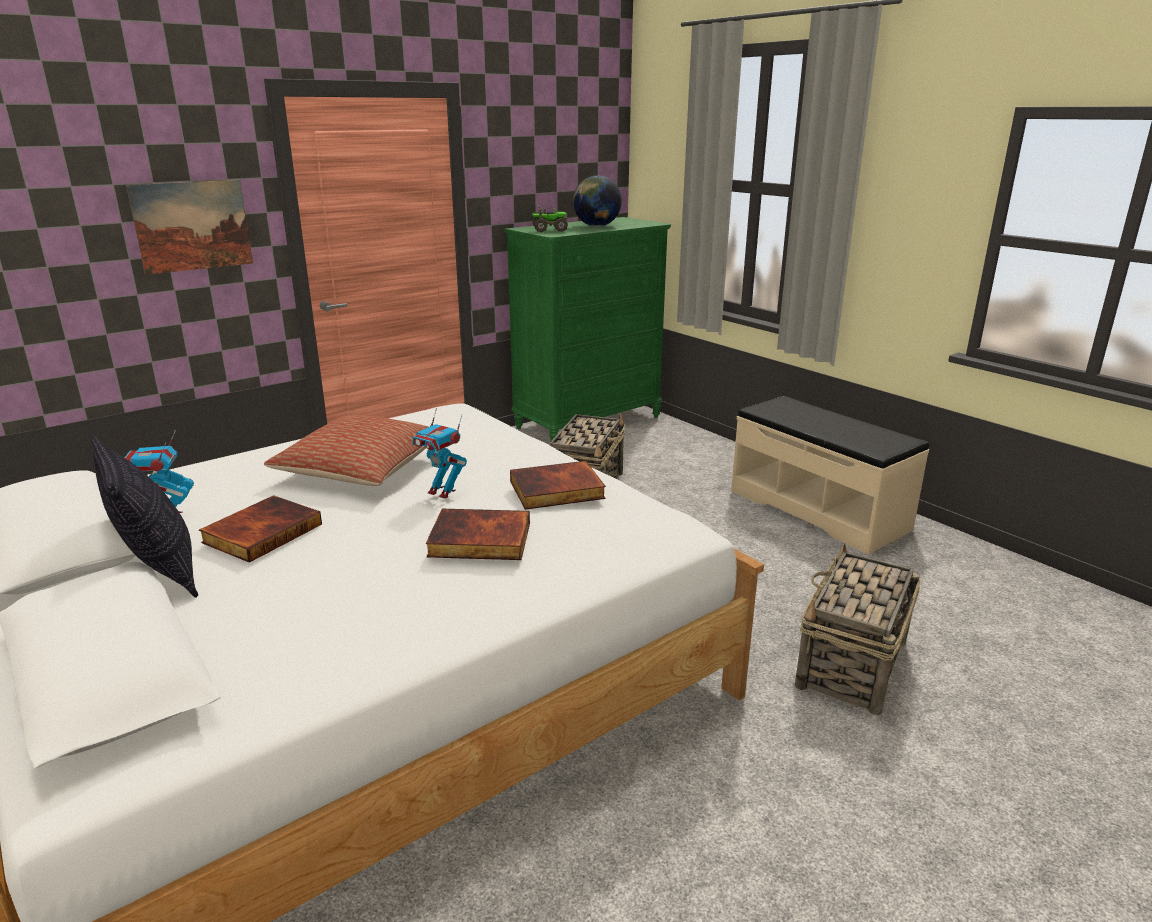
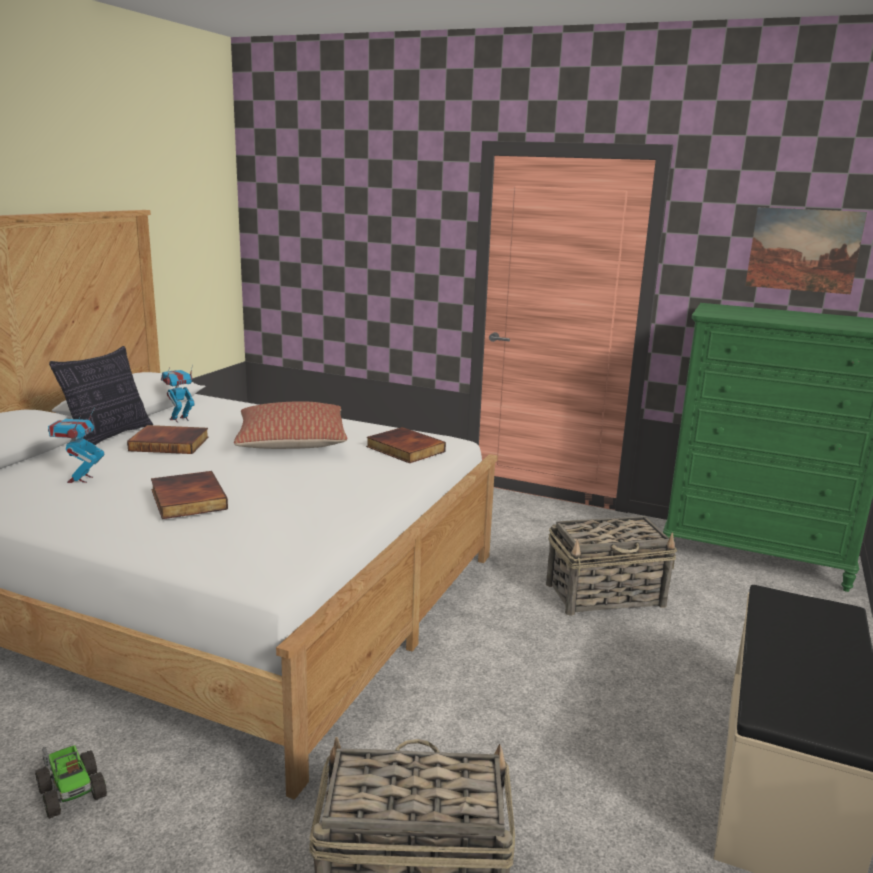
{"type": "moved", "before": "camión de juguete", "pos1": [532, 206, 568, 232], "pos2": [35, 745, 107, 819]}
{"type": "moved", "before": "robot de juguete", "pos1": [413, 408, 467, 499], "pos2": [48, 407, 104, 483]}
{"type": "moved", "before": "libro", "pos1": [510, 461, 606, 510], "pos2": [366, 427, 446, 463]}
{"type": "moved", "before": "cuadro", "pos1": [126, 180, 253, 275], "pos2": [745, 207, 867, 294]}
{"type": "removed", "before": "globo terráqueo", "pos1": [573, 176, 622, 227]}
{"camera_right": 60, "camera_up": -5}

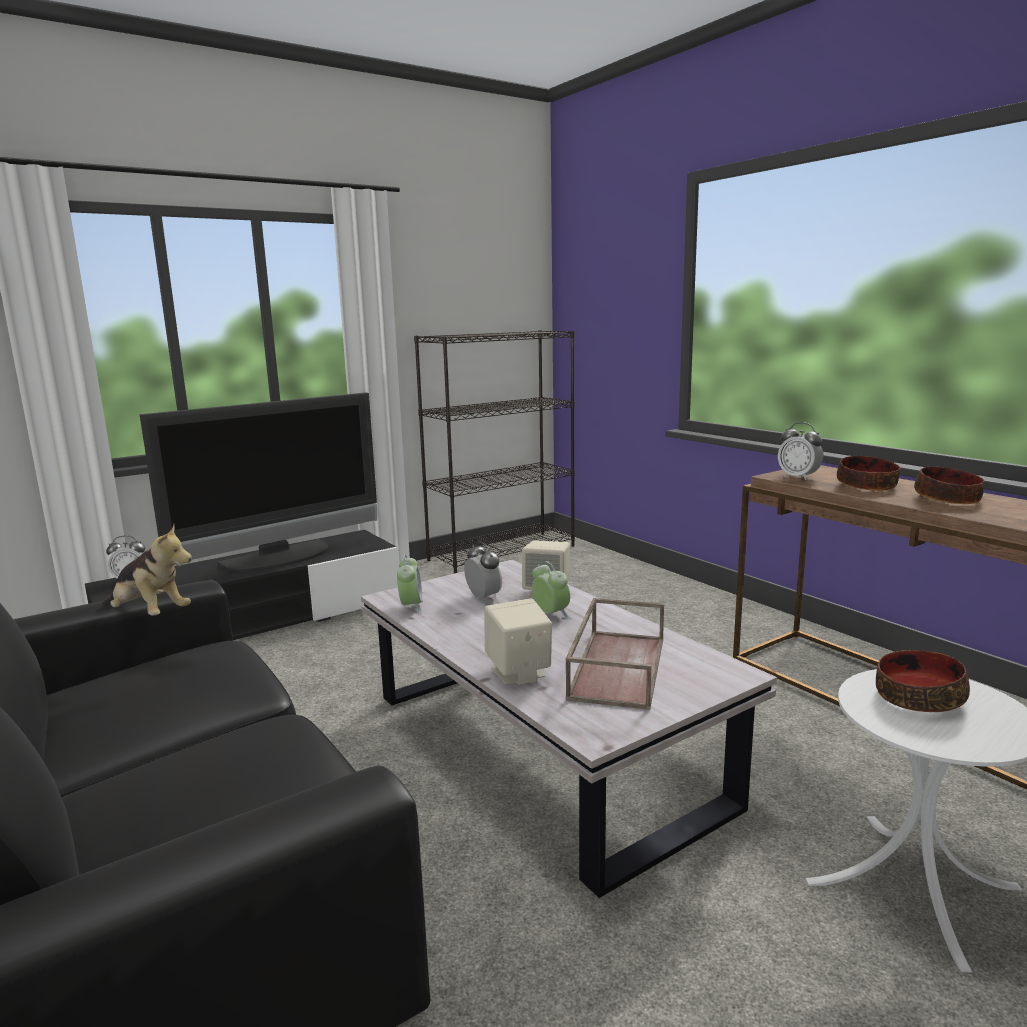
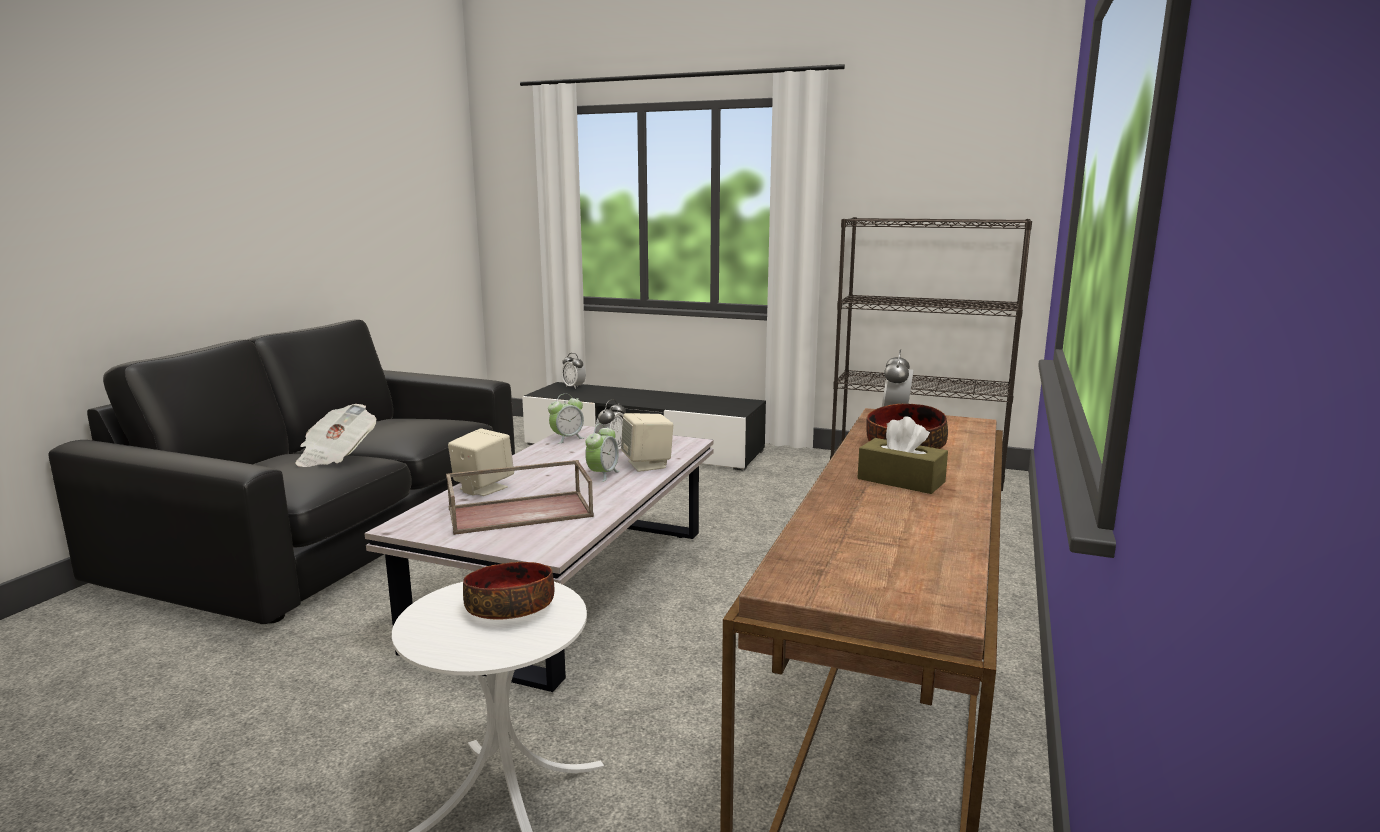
{"type": "added", "after": "periódico", "pos2": [295, 404, 376, 467]}
{"type": "replaced", "before": "cuenco", "after": "caja de pañuelos/marrón", "pos1": [914, 467, 985, 504], "pos2": [858, 416, 948, 494]}
{"type": "removed", "before": "peluche", "pos1": [102, 525, 192, 616]}
{"type": "removed", "before": "televisor", "pos1": [139, 393, 377, 571]}
{"camera_right": 55, "camera_up": 0}

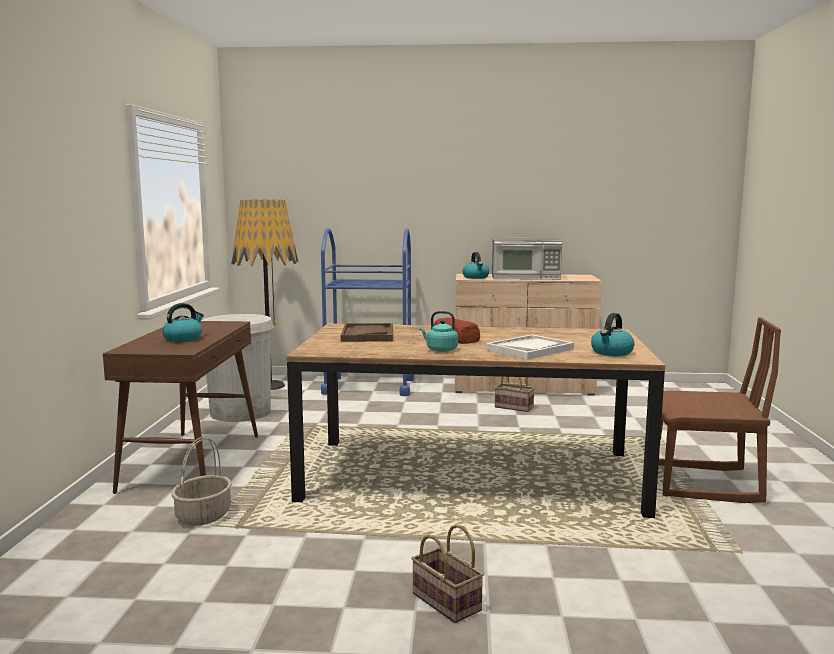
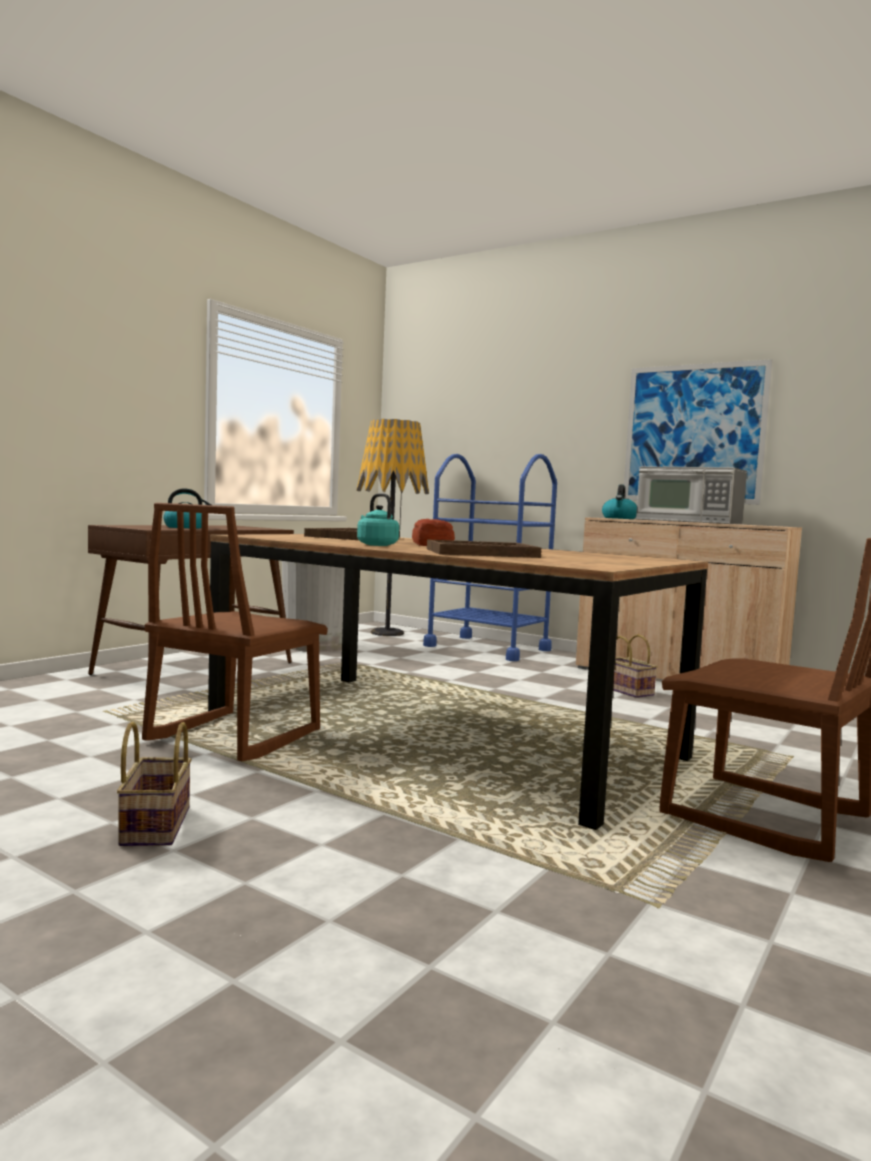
{"type": "added", "after": "silla/marrón", "pos2": [142, 503, 328, 761]}
{"type": "recoloured", "before": "bandeja/blanco", "after": "bandeja/marrón", "pos1": [486, 334, 574, 360], "pos2": [427, 540, 541, 558]}
{"type": "added", "after": "cuadro", "pos2": [624, 359, 773, 505]}
{"type": "removed", "before": "cesta", "pos1": [171, 437, 232, 526]}
{"type": "removed", "before": "hervidor", "pos1": [591, 313, 635, 356]}
{"camera_right": 30, "camera_up": -5}

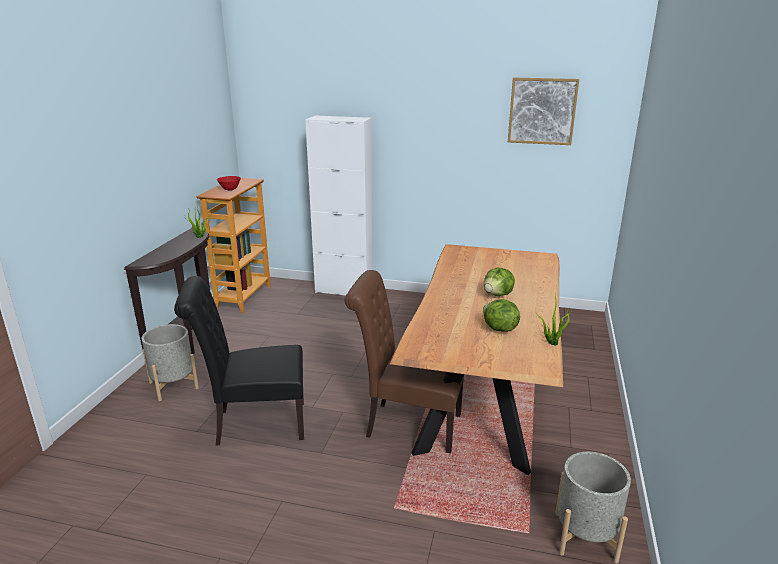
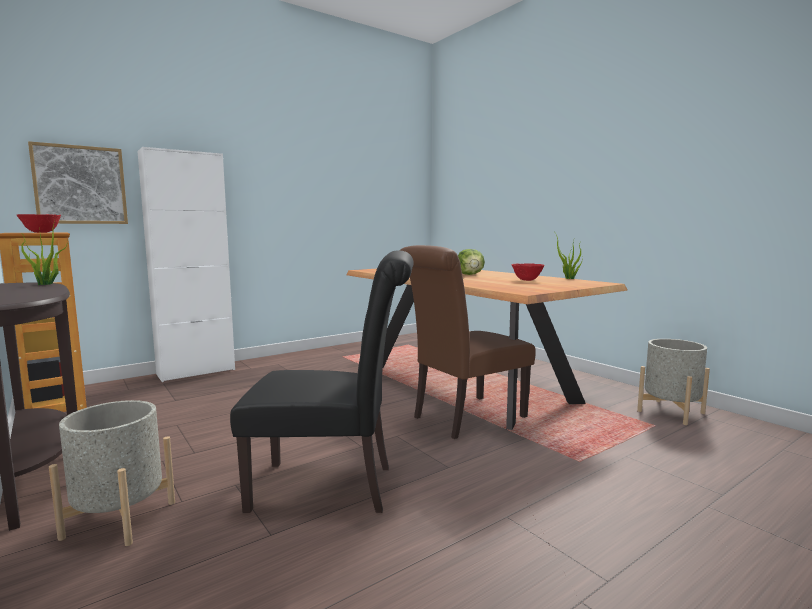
{"type": "moved", "before": "cuadro", "pos1": [508, 78, 579, 145], "pos2": [28, 141, 128, 224]}
{"type": "turned", "before": "silla/negro", "pos1": [174, 276, 304, 446], "pos2": [230, 250, 414, 513], "turn": -120}
{"type": "replaced", "before": "lechuga", "after": "cuenco/rojo", "pos1": [483, 299, 520, 332], "pos2": [512, 263, 545, 281]}
{"camera_right": -50, "camera_up": -15}

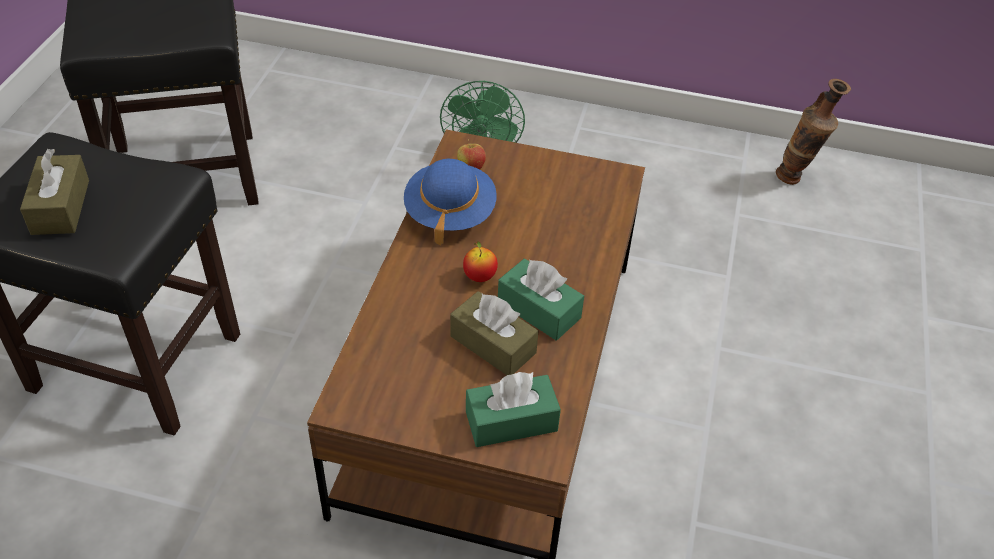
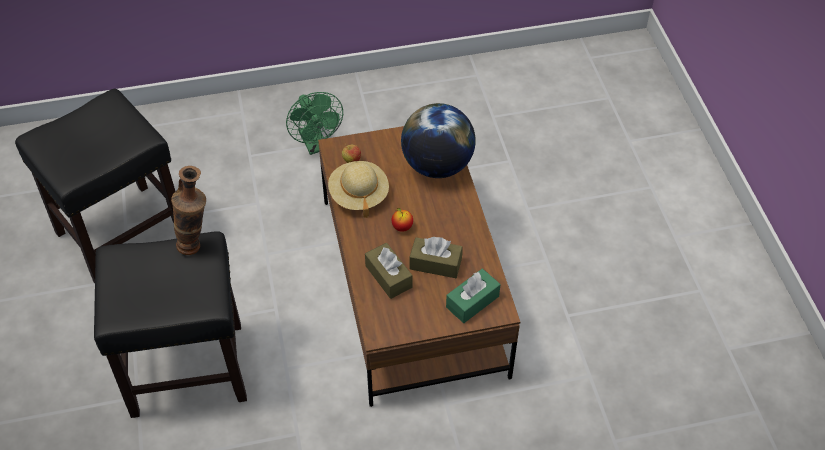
{"type": "moved", "before": "florero", "pos1": [776, 79, 851, 185], "pos2": [171, 166, 206, 255]}
{"type": "recoloured", "before": "sombrero/azul", "after": "sombrero/beis", "pos1": [404, 159, 497, 245], "pos2": [328, 161, 389, 218]}
{"type": "moved", "before": "caja de pañuelos/marrón", "pos1": [20, 149, 89, 235], "pos2": [365, 243, 412, 299]}
{"type": "added", "after": "globo terráqueo", "pos2": [401, 103, 476, 178]}
{"type": "removed", "before": "caja de pañuelos/verde", "pos1": [498, 258, 584, 340]}
{"camera_right": -25, "camera_up": 5}

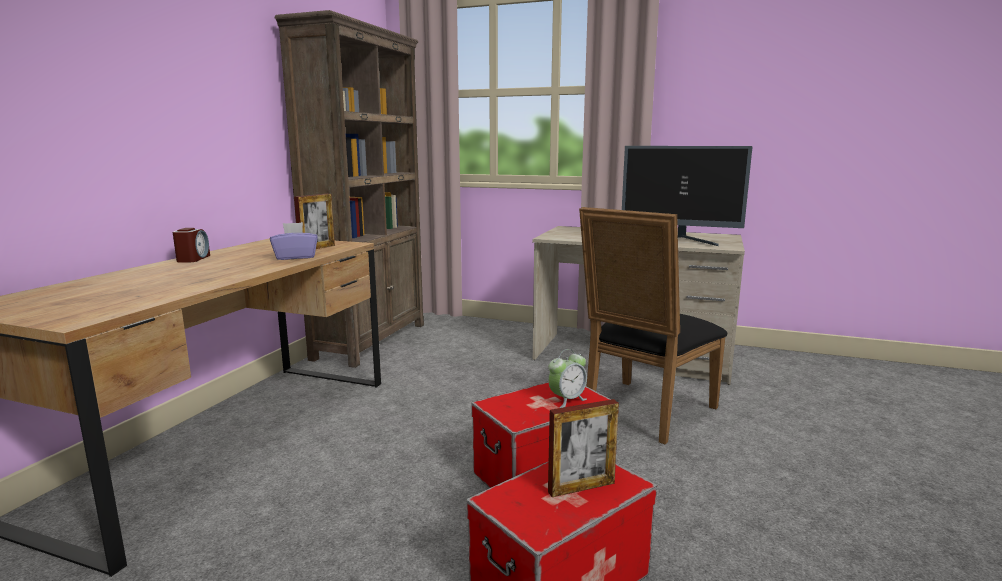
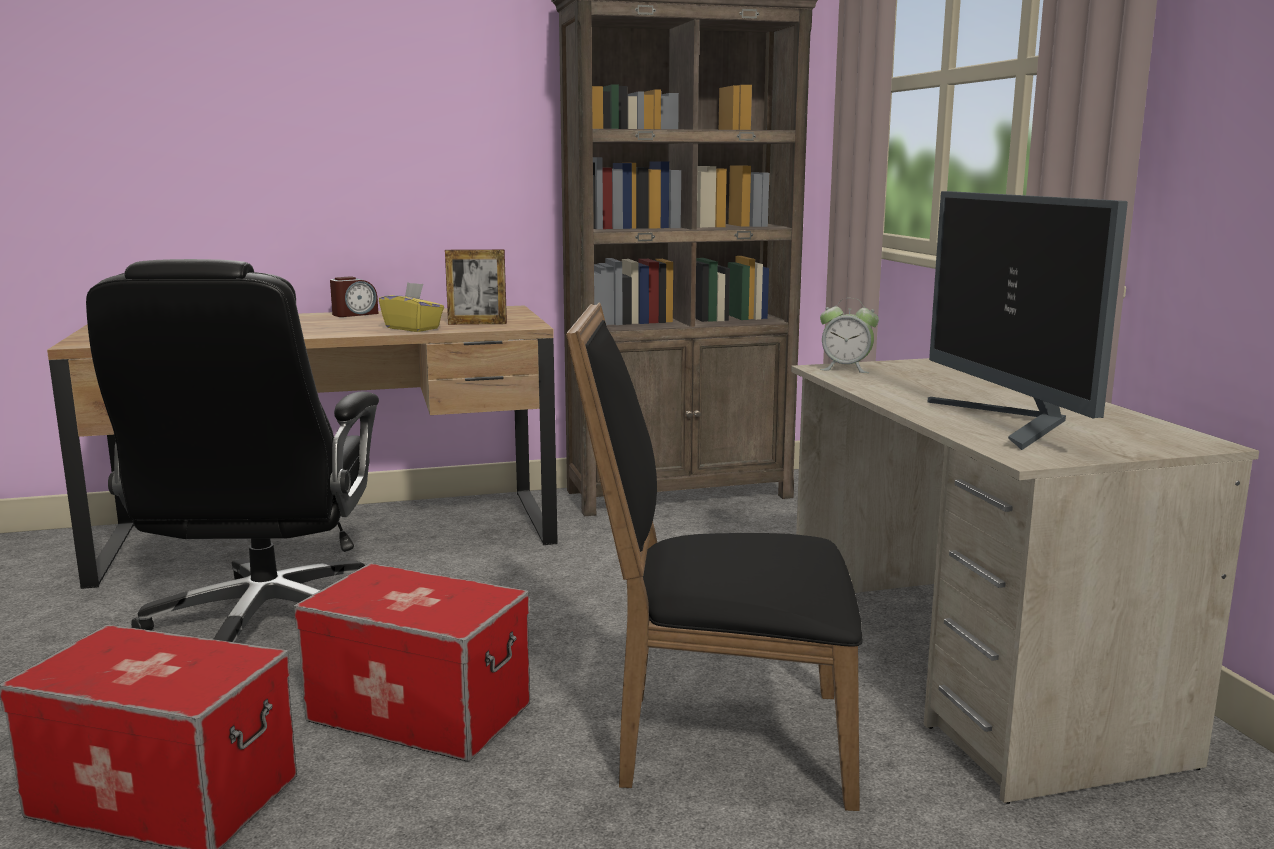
{"type": "added", "after": "silla de oficina/negro", "pos2": [86, 259, 379, 642]}
{"type": "recoloured", "before": "caja de pañuelos/morado", "after": "caja de pañuelos/amarillo", "pos1": [270, 222, 318, 260], "pos2": [379, 282, 444, 332]}
{"type": "moved", "before": "despertador", "pos1": [548, 349, 587, 408], "pos2": [820, 298, 879, 373]}
{"type": "removed", "before": "portarretratos", "pos1": [548, 399, 619, 497]}
{"camera_right": 55, "camera_up": 0}

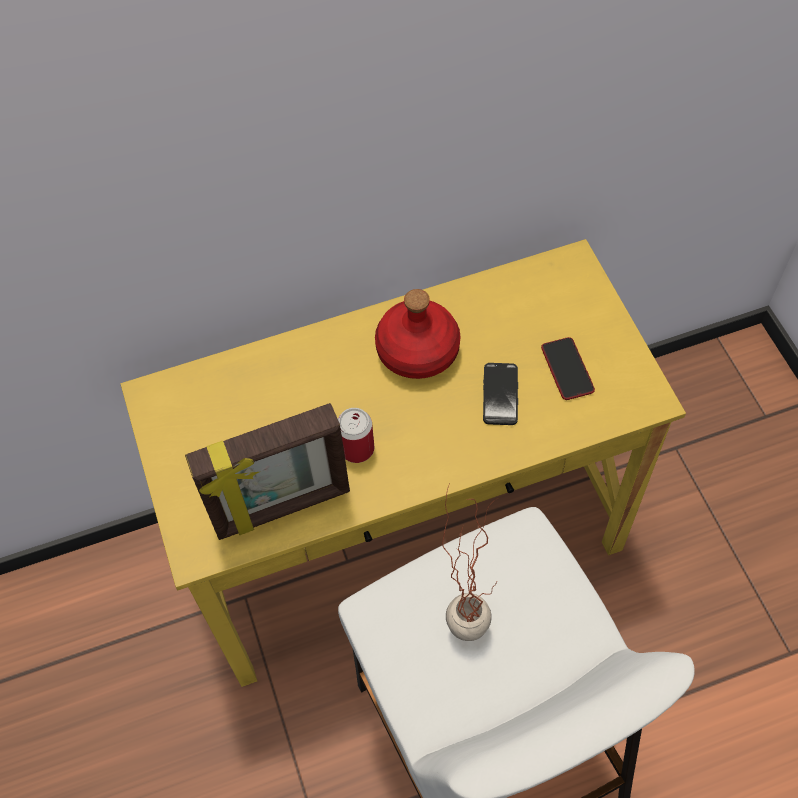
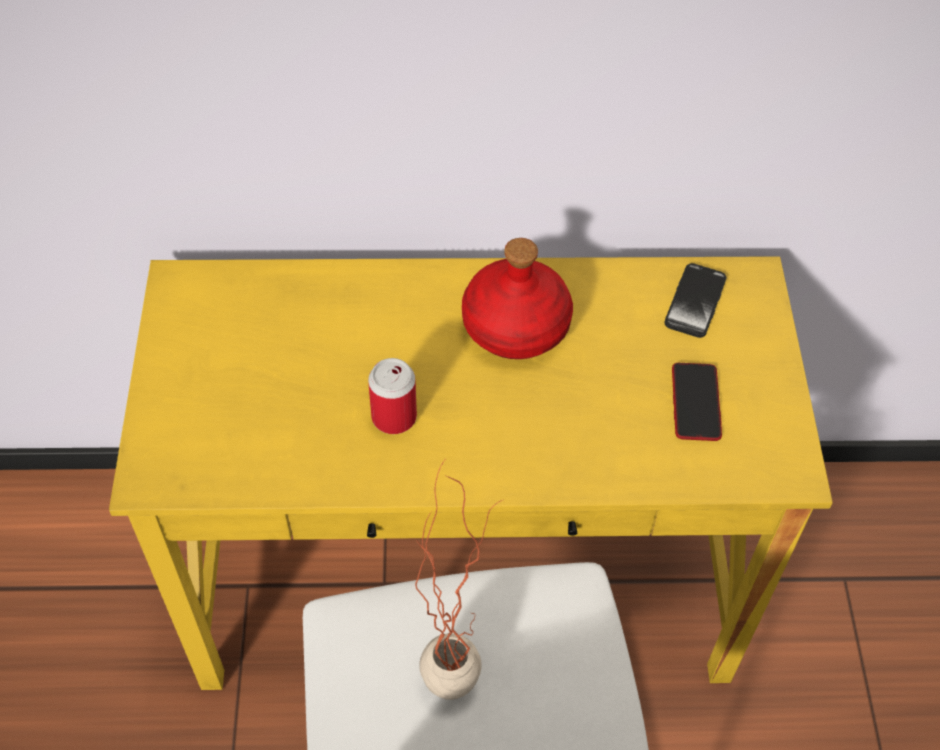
{"type": "moved", "before": "móvil", "pos1": [483, 363, 518, 425], "pos2": [665, 263, 726, 338]}
{"type": "removed", "before": "portarretratos", "pos1": [185, 403, 350, 540]}
{"camera_right": 15, "camera_up": -5}

